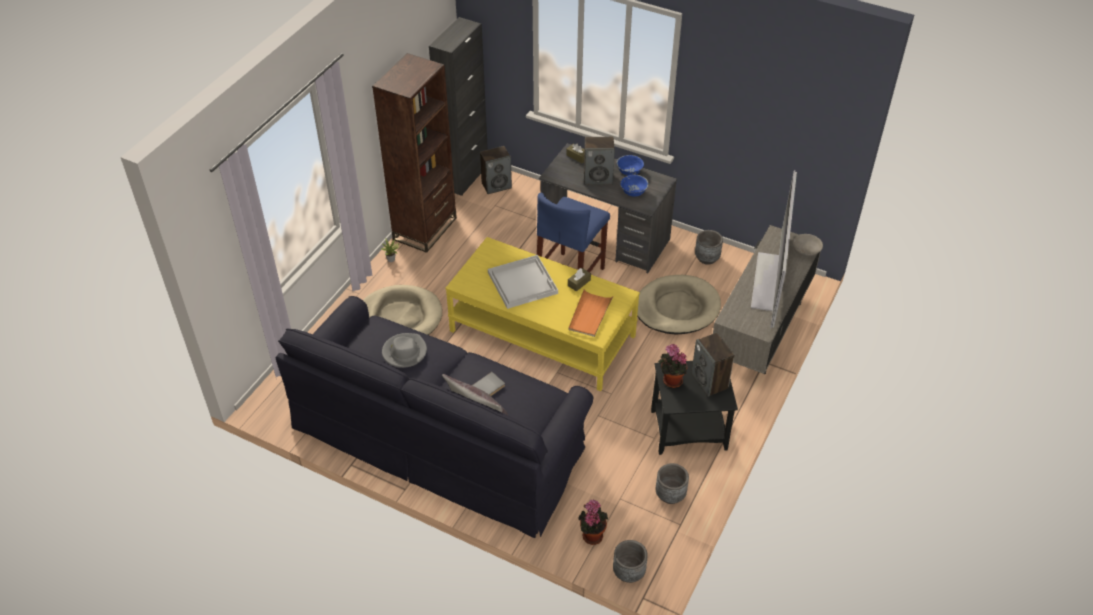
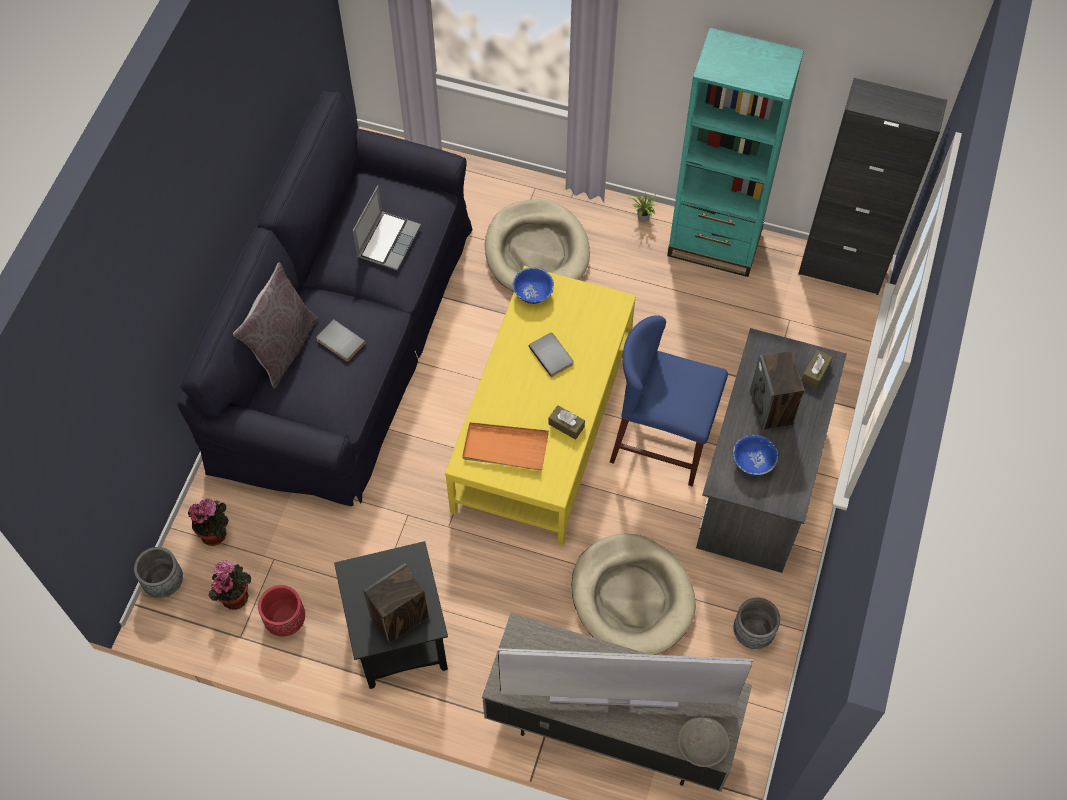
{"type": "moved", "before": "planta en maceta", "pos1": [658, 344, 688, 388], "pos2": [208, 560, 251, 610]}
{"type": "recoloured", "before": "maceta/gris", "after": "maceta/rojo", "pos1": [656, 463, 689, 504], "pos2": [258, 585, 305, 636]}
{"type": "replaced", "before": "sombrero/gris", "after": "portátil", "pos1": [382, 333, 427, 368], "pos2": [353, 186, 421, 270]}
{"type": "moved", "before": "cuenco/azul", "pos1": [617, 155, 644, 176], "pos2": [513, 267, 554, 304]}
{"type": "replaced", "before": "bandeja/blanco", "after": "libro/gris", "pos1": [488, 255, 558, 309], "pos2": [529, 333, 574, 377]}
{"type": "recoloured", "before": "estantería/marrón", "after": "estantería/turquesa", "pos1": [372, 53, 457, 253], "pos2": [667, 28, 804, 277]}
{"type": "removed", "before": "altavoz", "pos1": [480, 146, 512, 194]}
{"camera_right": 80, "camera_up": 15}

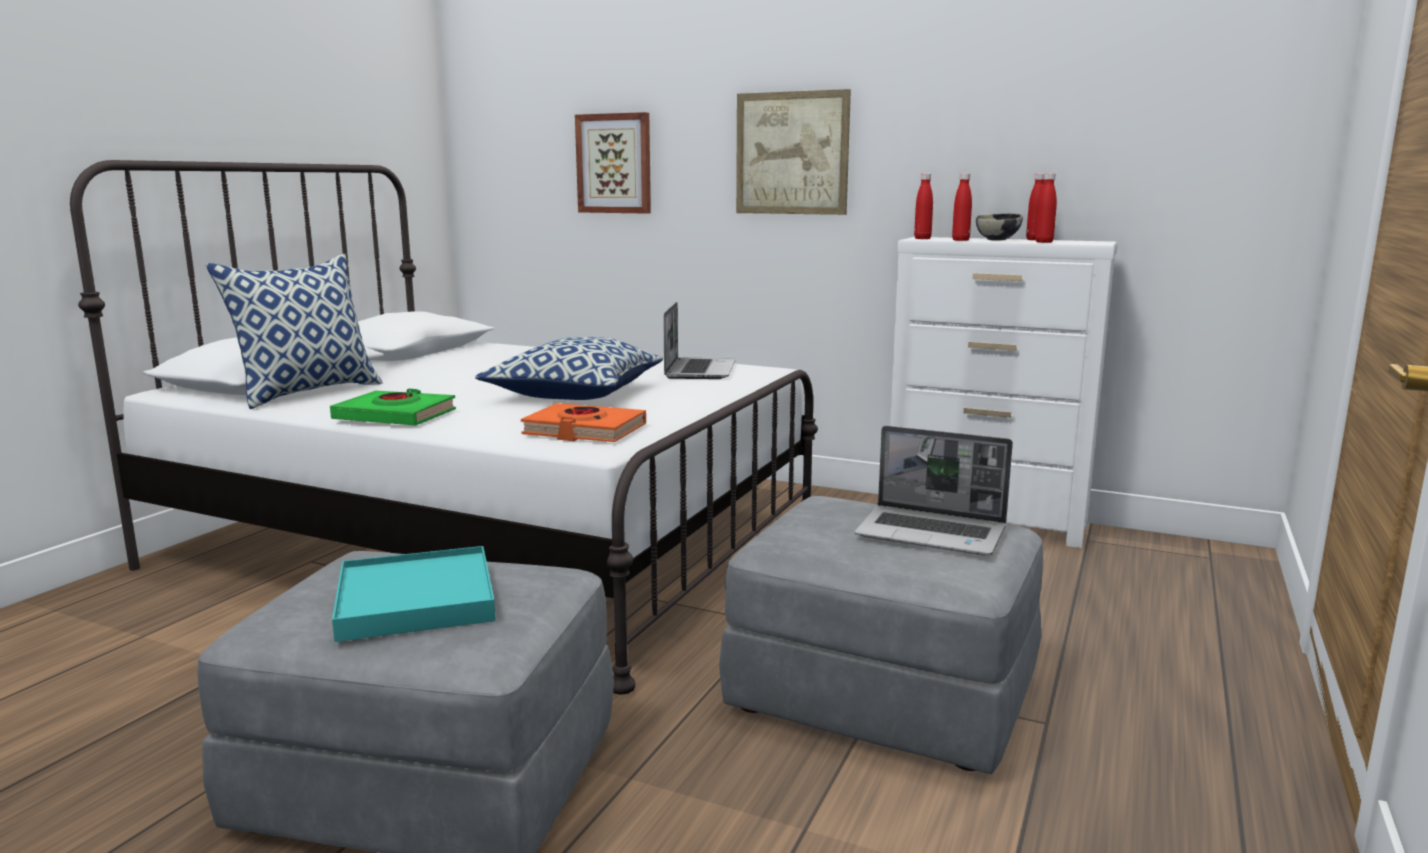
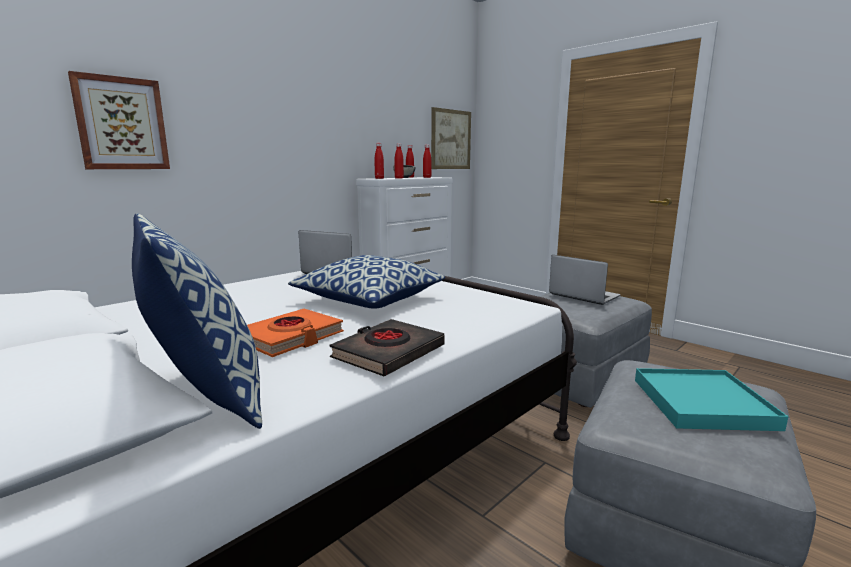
{"type": "moved", "before": "libro/naranja", "pos1": [521, 403, 646, 442], "pos2": [247, 309, 344, 357]}
{"type": "recoloured", "before": "libro/verde", "after": "libro/negro", "pos1": [330, 389, 456, 425], "pos2": [330, 319, 445, 376]}
{"type": "moved", "before": "cuadro", "pos1": [736, 89, 851, 215], "pos2": [431, 107, 471, 169]}
{"type": "turned", "before": "portátil", "pos1": [855, 426, 1013, 555], "pos2": [549, 255, 621, 305], "turn": -90}
{"camera_right": -70, "camera_up": 0}

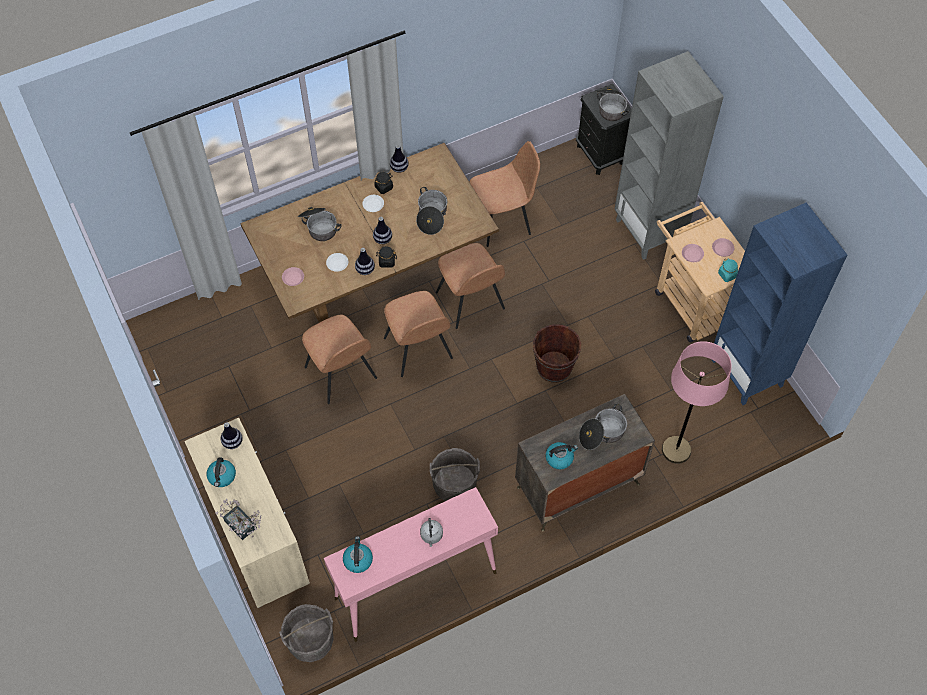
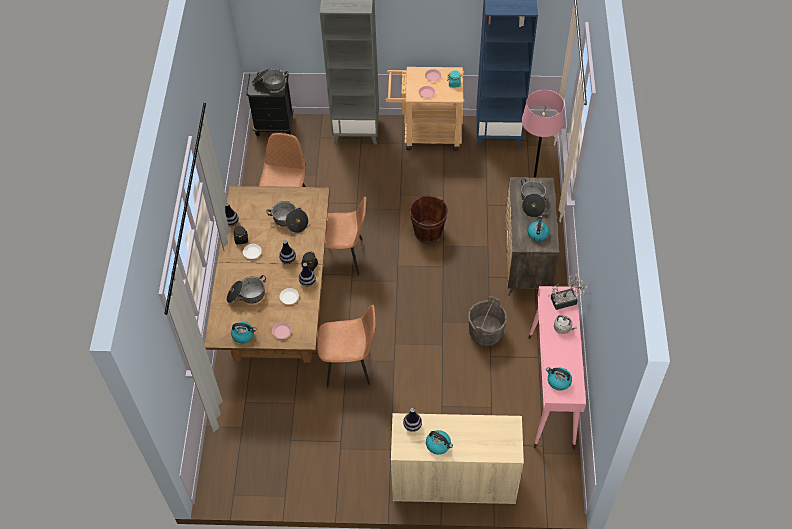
{"type": "added", "after": "hervidor", "pos2": [231, 322, 256, 343]}
{"type": "moved", "before": "planta en maceta", "pos1": [215, 499, 262, 540], "pos2": [548, 273, 588, 310]}
{"type": "removed", "before": "cubo/gris", "pos1": [279, 604, 333, 662]}
{"type": "removed", "before": "silla/marrón", "pos1": [384, 291, 453, 377]}
{"camera_right": -60, "camera_up": -5}

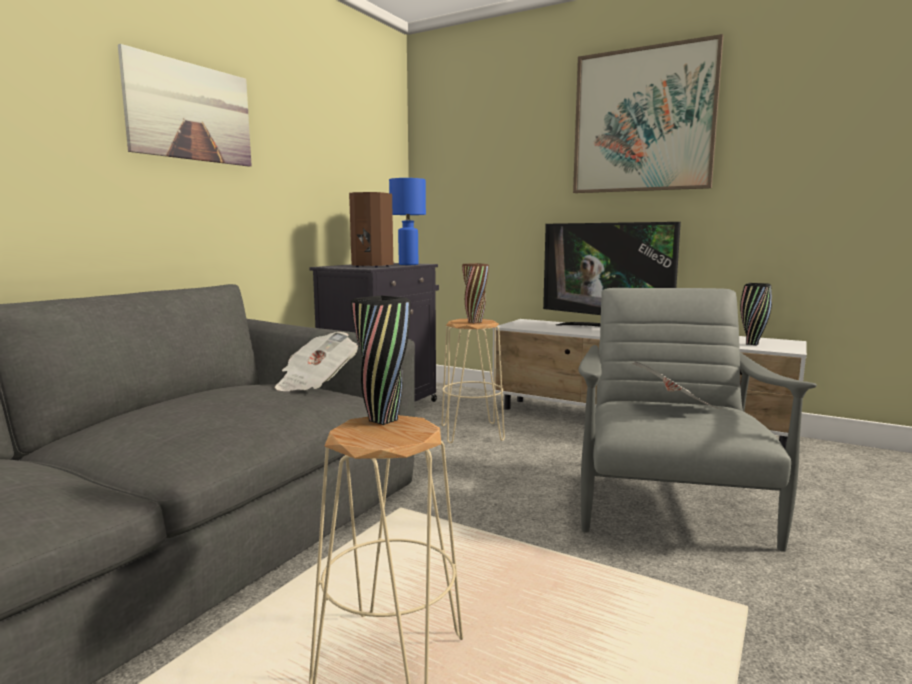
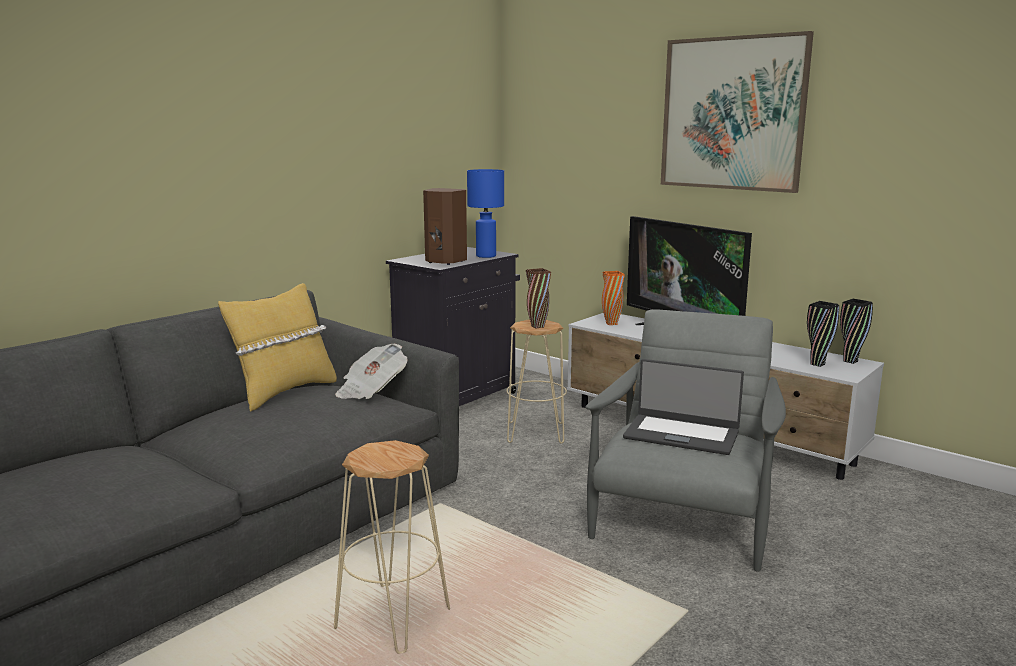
{"type": "added", "after": "cojín/amarillo", "pos2": [218, 283, 337, 412]}
{"type": "added", "after": "florero/naranja", "pos2": [602, 271, 625, 325]}
{"type": "replaced", "before": "periódico", "after": "portátil", "pos1": [632, 361, 721, 409], "pos2": [623, 359, 744, 455]}
{"type": "moved", "before": "florero/negro", "pos1": [351, 295, 410, 425], "pos2": [840, 299, 873, 364]}
{"type": "removed", "before": "cuadro", "pos1": [118, 44, 252, 167]}
{"camera_right": 10, "camera_up": 5}

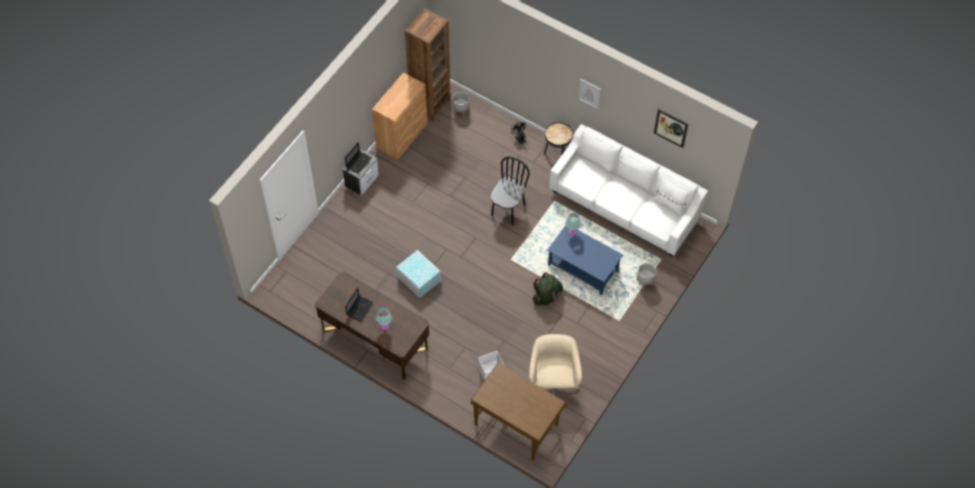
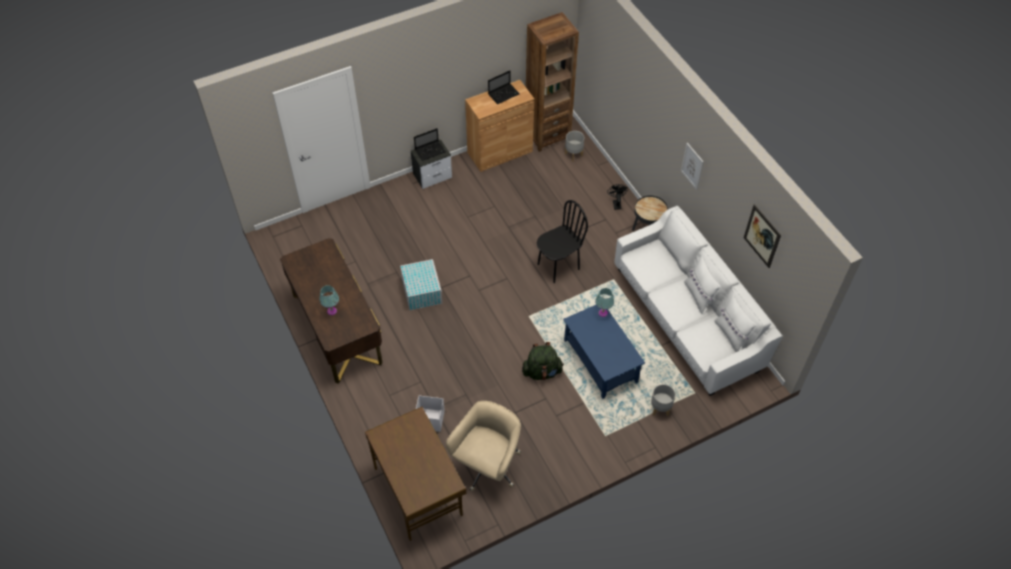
{"type": "moved", "before": "portátil", "pos1": [345, 287, 373, 322], "pos2": [488, 70, 520, 104]}
{"type": "added", "after": "cojín/blanco", "pos2": [684, 256, 721, 313]}
{"camera_right": 30, "camera_up": -5}

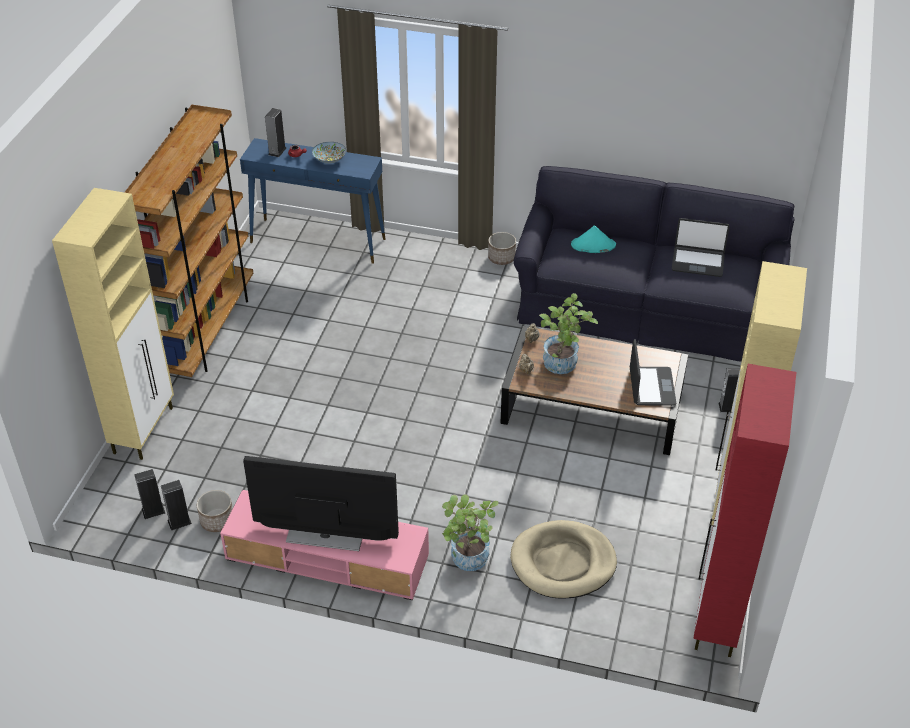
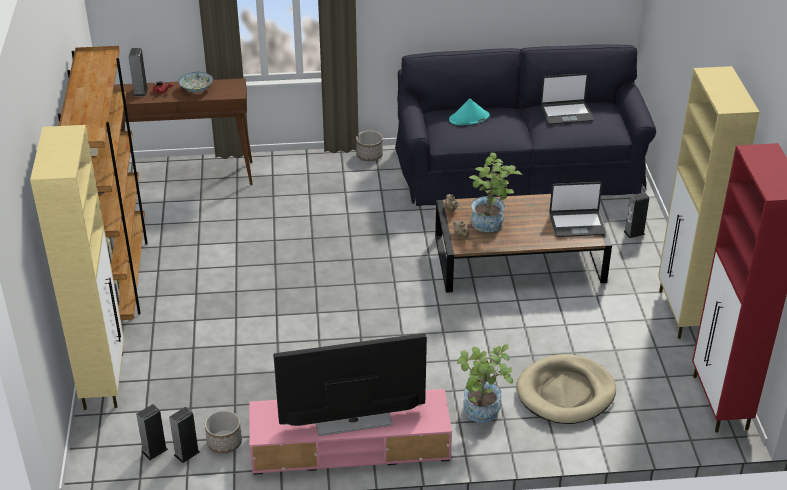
{"type": "recoloured", "before": "mesa consola/azul", "after": "mesa consola/marrón", "pos1": [240, 138, 386, 264], "pos2": [114, 78, 253, 185]}
{"type": "turned", "before": "portátil", "pos1": [630, 339, 676, 406], "pos2": [549, 182, 606, 237], "turn": 105}
{"camera_right": -20, "camera_up": -5}

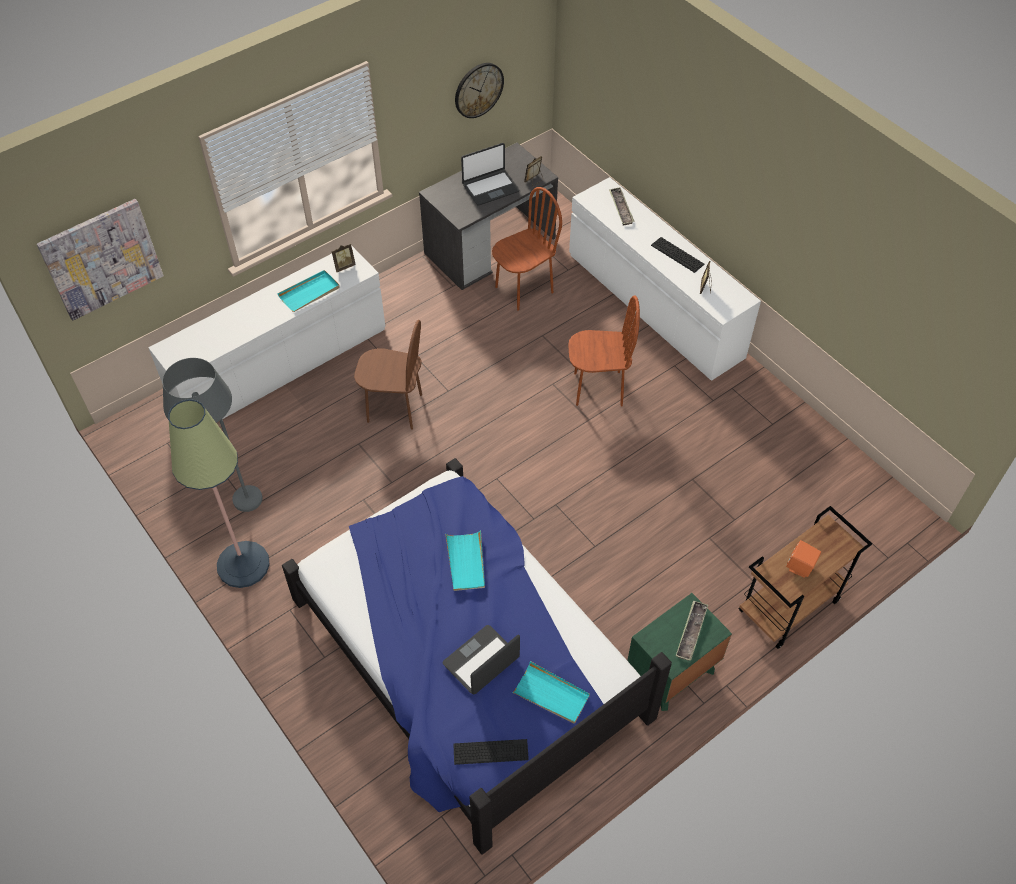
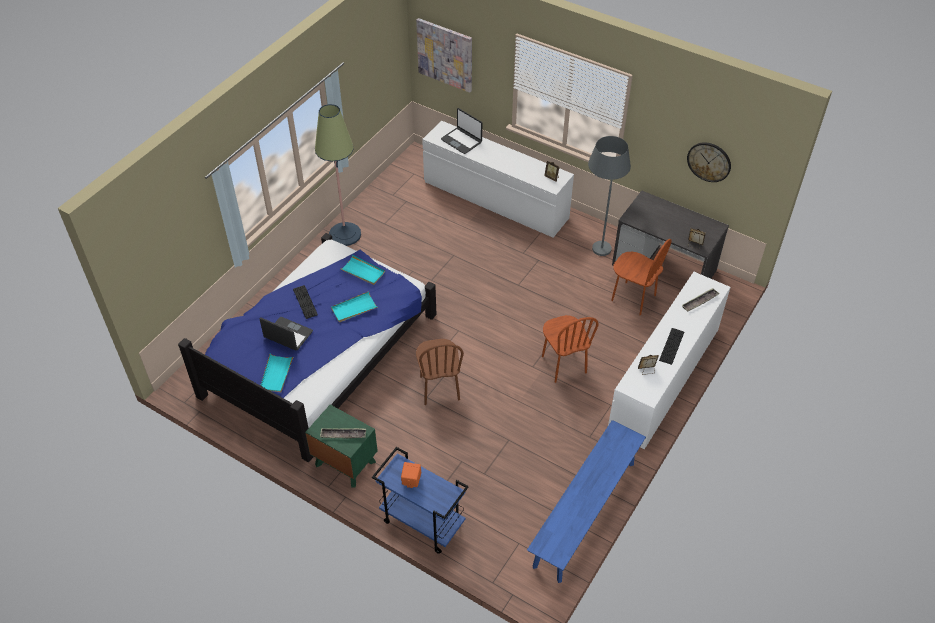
{"type": "moved", "before": "teclado", "pos1": [453, 739, 529, 765], "pos2": [293, 285, 318, 319]}
{"type": "moved", "before": "bandeja/turquesa", "pos1": [277, 270, 340, 312], "pos2": [341, 255, 385, 285]}
{"type": "recoloured", "before": "carrito/marrón", "after": "carrito/azul", "pos1": [738, 506, 872, 649], "pos2": [372, 447, 469, 554]}
{"type": "moved", "before": "silla/marrón", "pos1": [354, 320, 422, 430], "pos2": [416, 339, 464, 405]}
{"type": "moved", "before": "portátil", "pos1": [461, 143, 520, 205], "pos2": [441, 108, 482, 154]}
{"type": "added", "after": "banco/azul", "pos2": [527, 420, 646, 583]}
{"type": "moved", "before": "lámpara de pie/gris", "pos1": [163, 358, 263, 512], "pos2": [588, 136, 631, 256]}
{"camera_right": 70, "camera_up": -5}

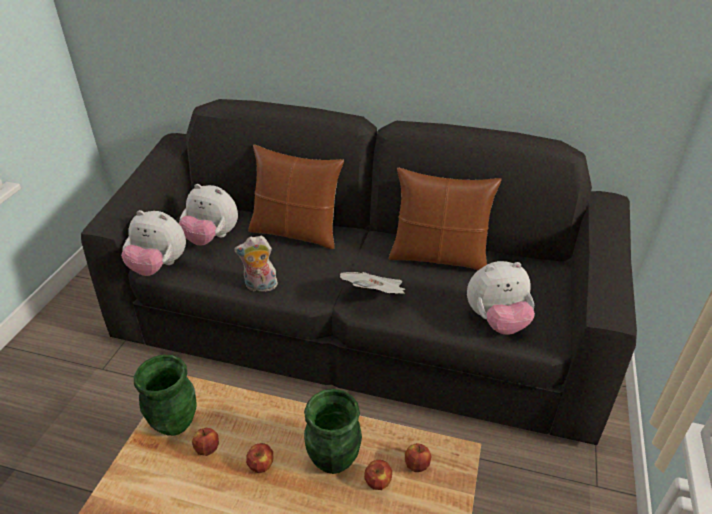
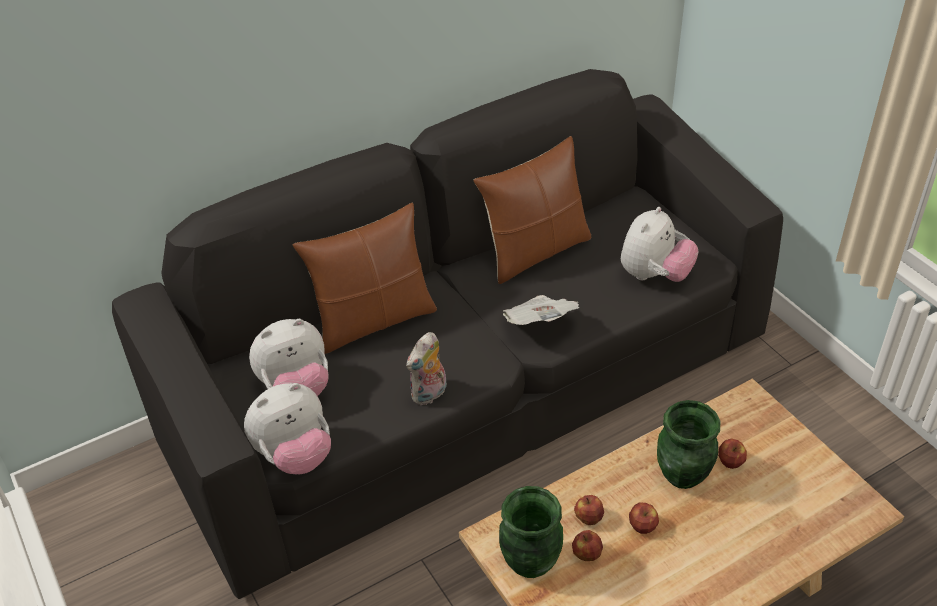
{"type": "moved", "before": "manzana", "pos1": [405, 443, 432, 472], "pos2": [574, 495, 604, 525]}
{"camera_right": -45, "camera_up": 5}

